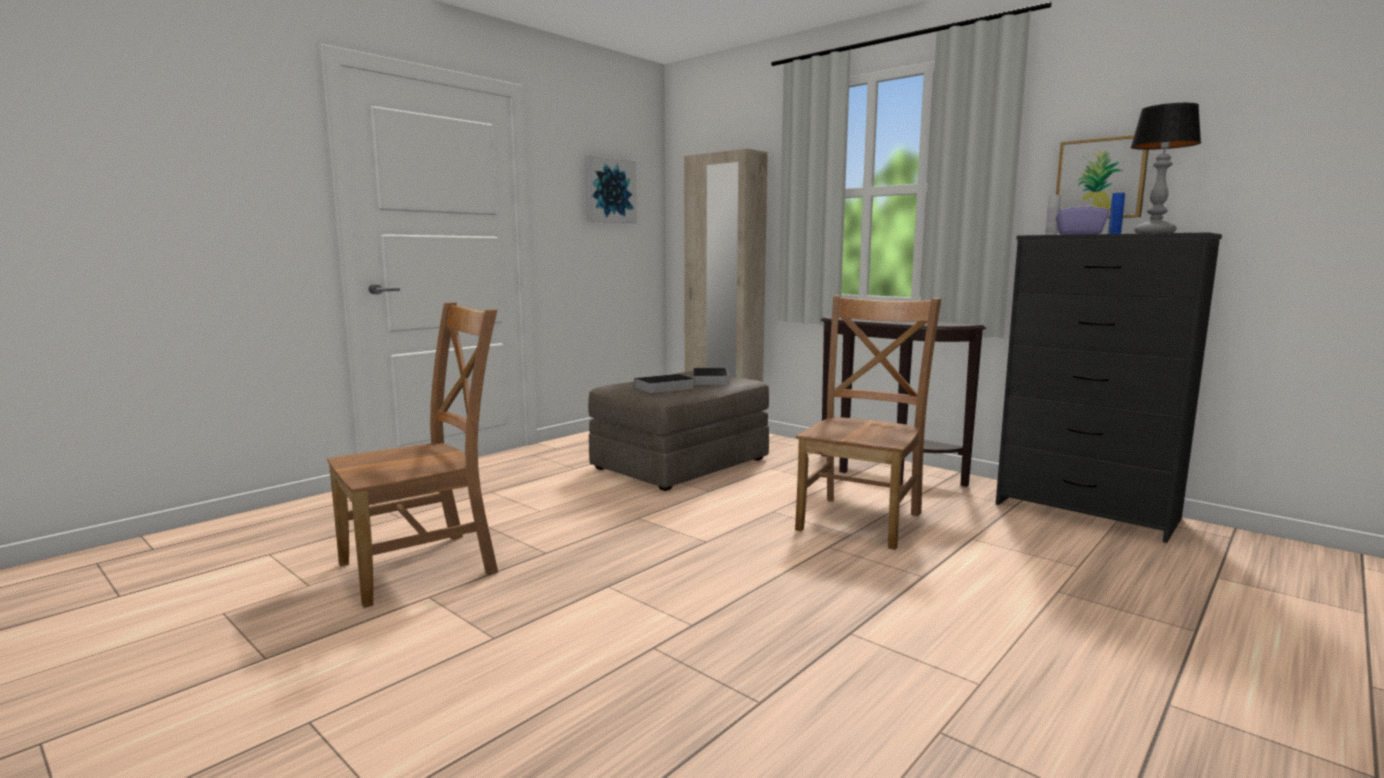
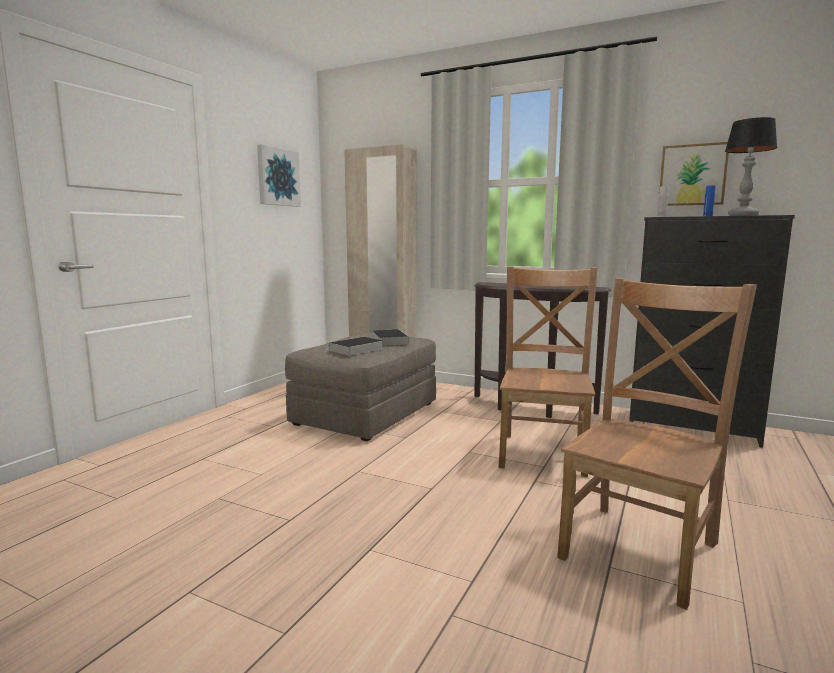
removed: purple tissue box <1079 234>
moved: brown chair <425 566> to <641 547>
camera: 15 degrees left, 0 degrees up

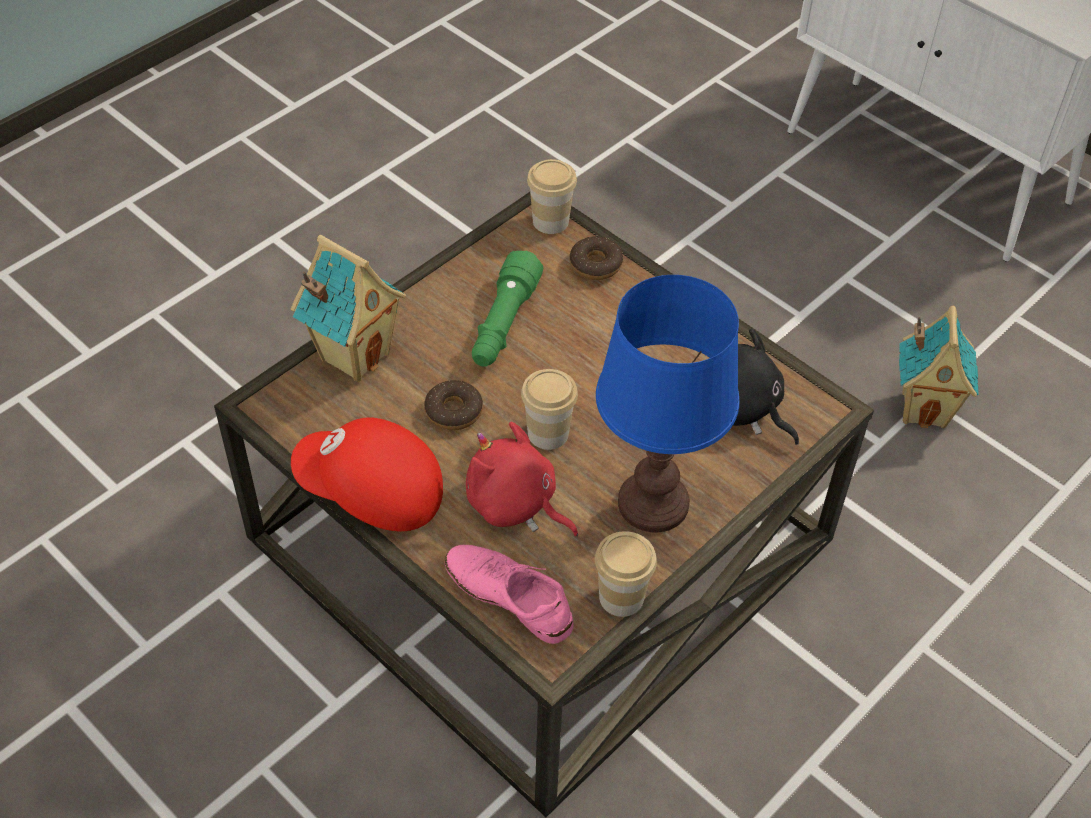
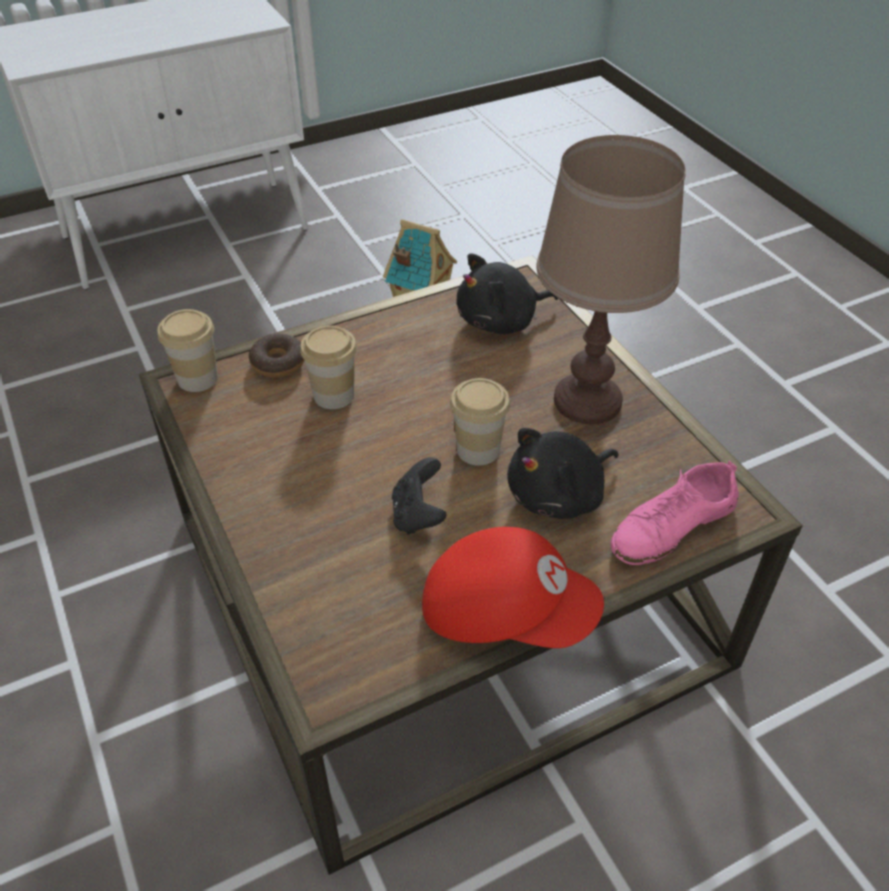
removed: toy house <354 355>; green flashlight <503 324>
moved: cup <621 597> to <334 395>
replaced: donut <454 411> to black game controller <418 515>
recoloured: red plush toy <515 504> to black plush toy <559 495>; blue table lamp <652 503> to brown table lamp <587 401>
turned: red cap <371 493> = <506 611> 105 degrees counterclockwise
camera: 70 degrees left, 5 degrees down

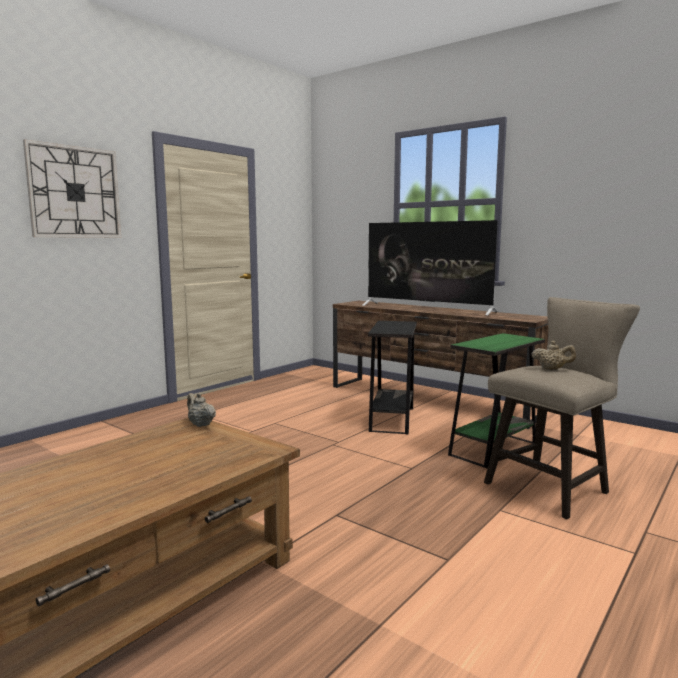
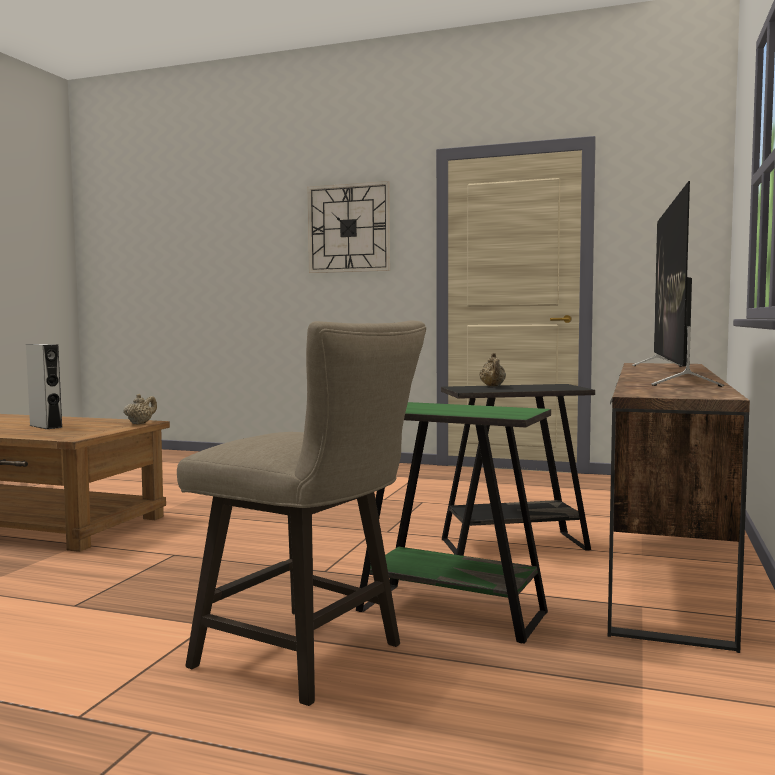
added: grey speaker <46 426>
moved: beige teapot <552 369> to <492 386>
camera: 70 degrees right, 5 degrees down

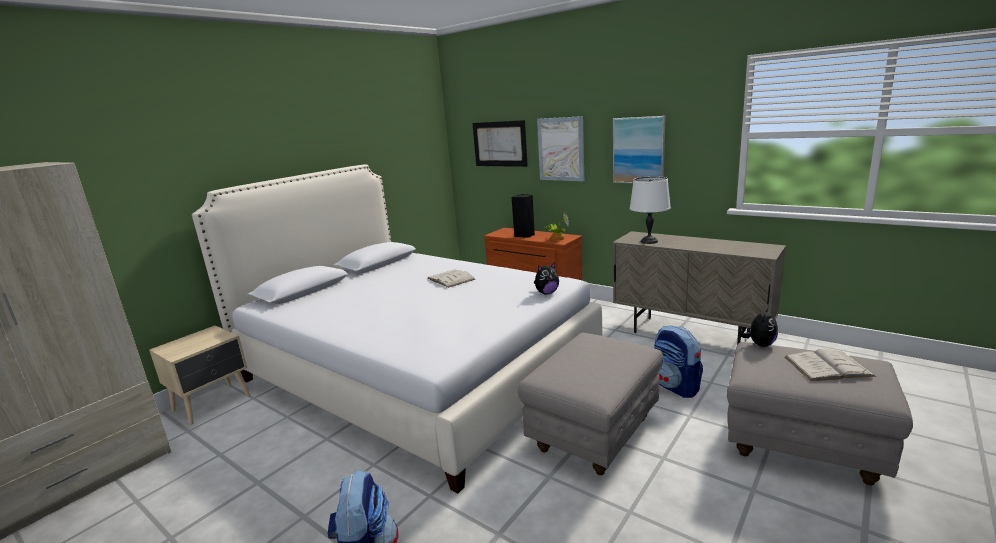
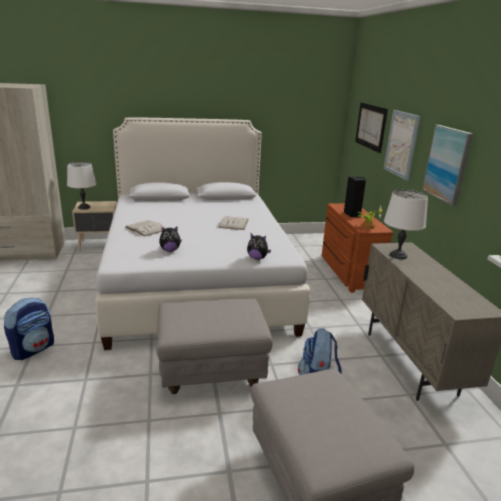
added: white table lamp <84 207>
moved: white book <827 366> to <146 228>; plush toy <760 344> to <170 250>
camera: 40 degrees right, 5 degrees up

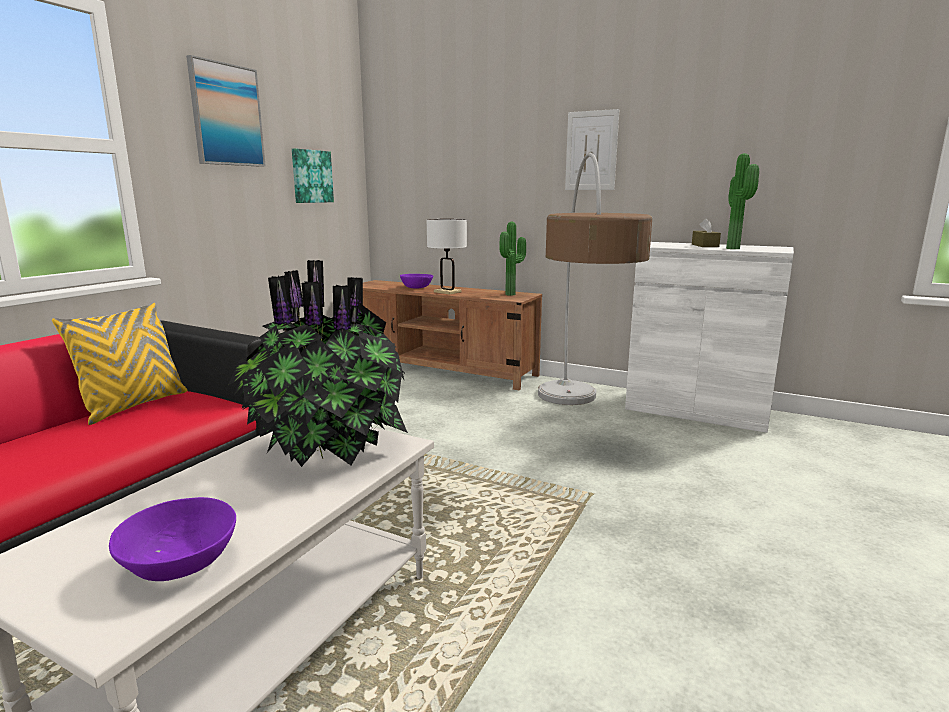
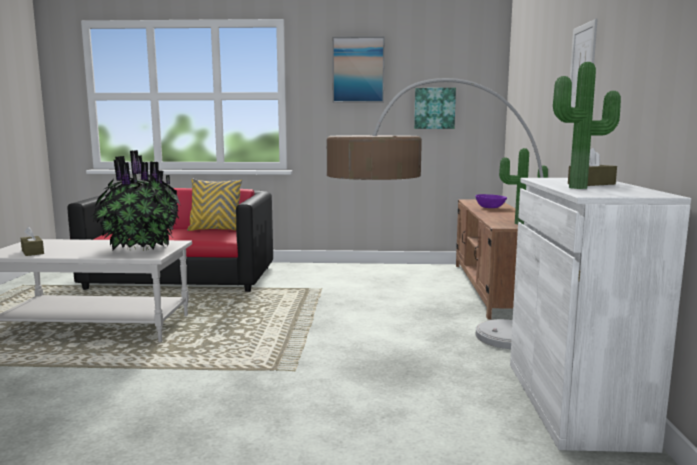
removed: white table lamp <447 292>
replaced: purple bowl <181 564> to brown tissue box <32 252>
camera: 65 degrees right, 5 degrees down

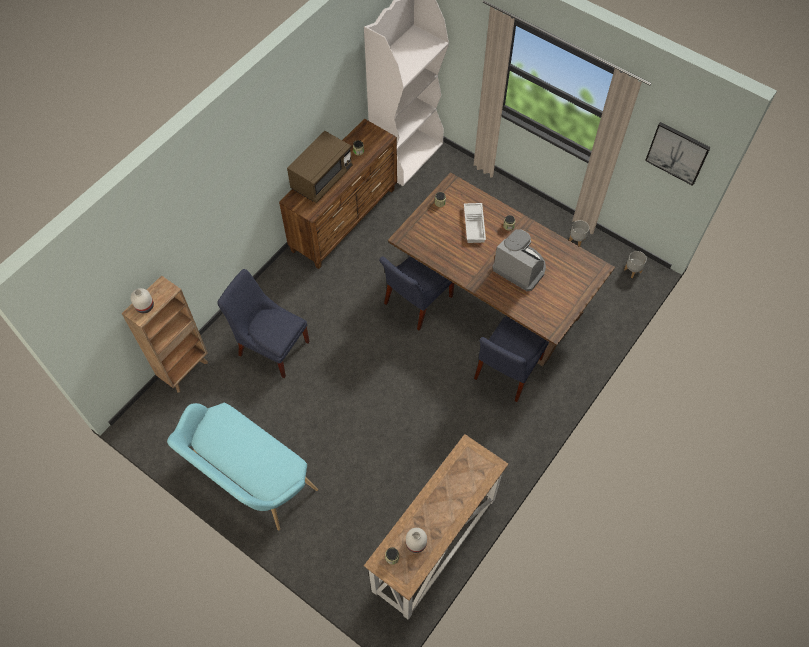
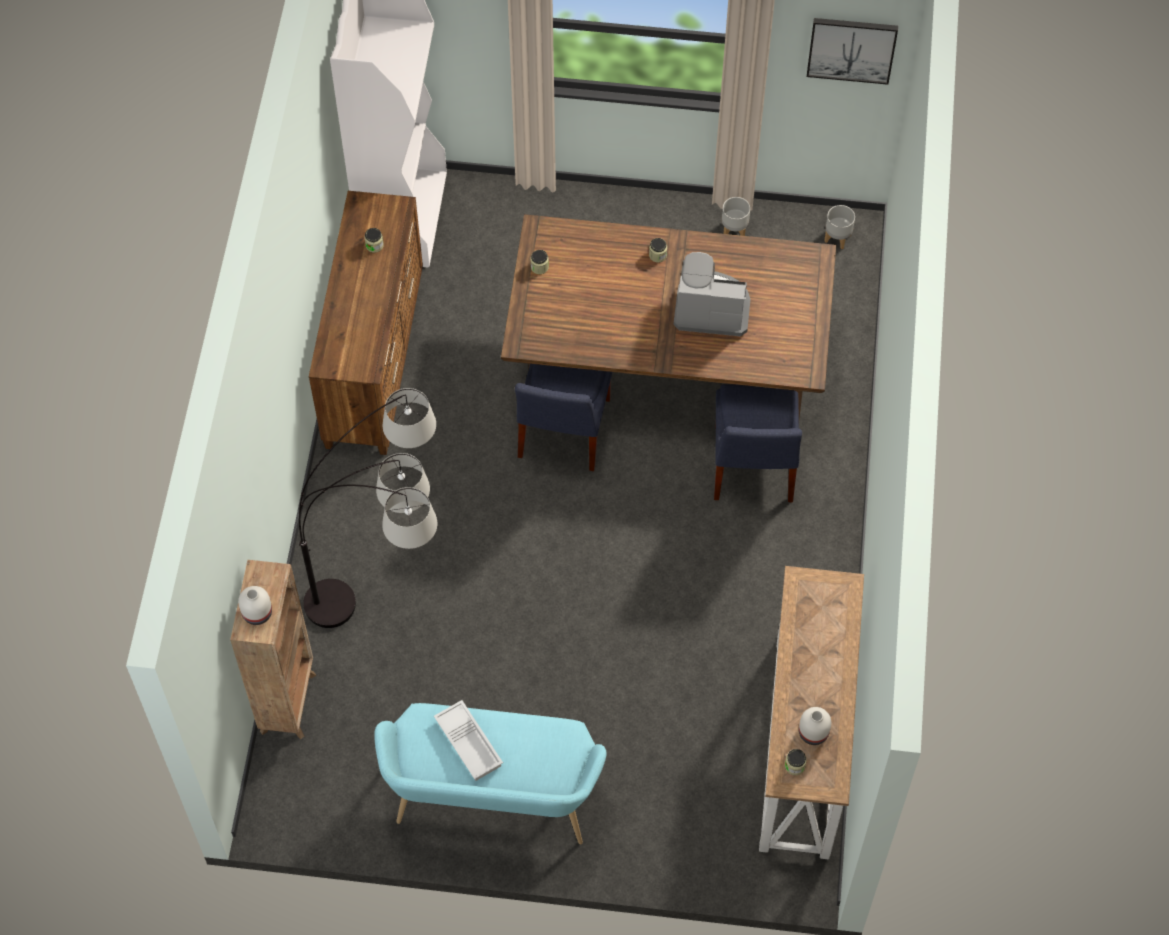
removed: brown microwave <322 178>
moved: white tray <475 225> to <470 743>
replaced: blue chair <271 346> to floor lamp <394 602>
camera: 30 degrees left, 0 degrees up

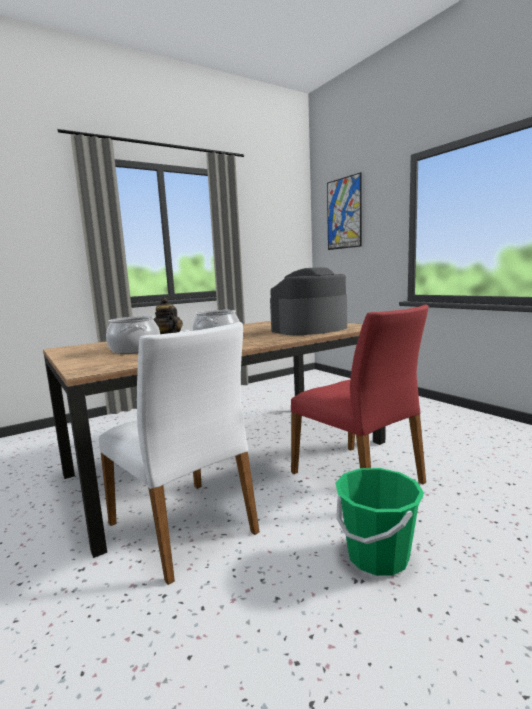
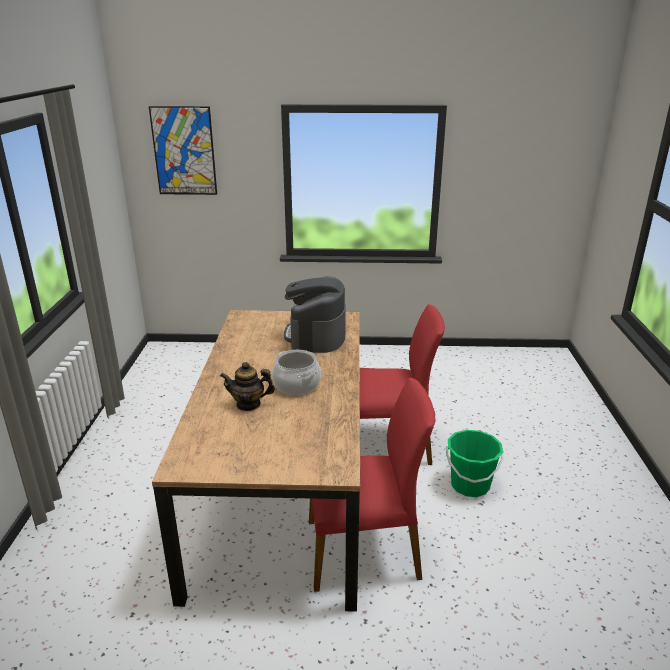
removed: cooking pot <135 349>
recoloured: white chair <185 527> to red chair <364 550>
camera: 55 degrees left, 15 degrees up

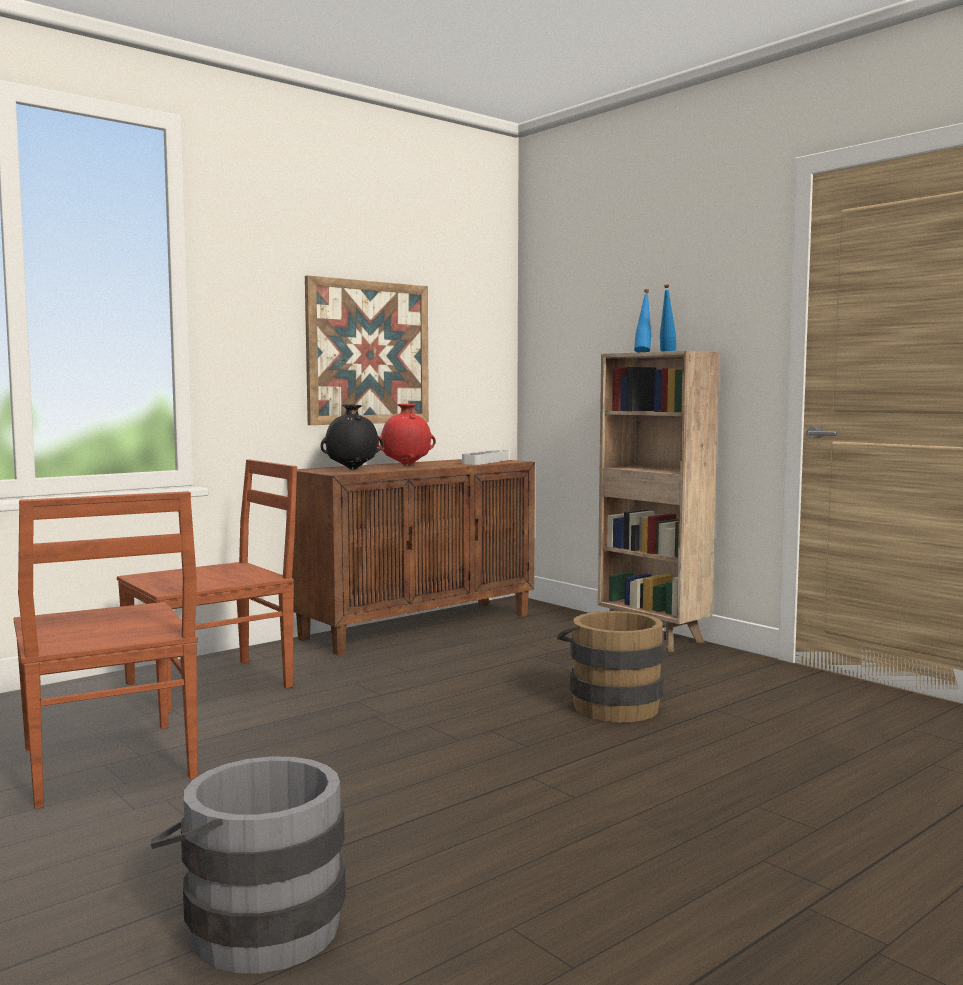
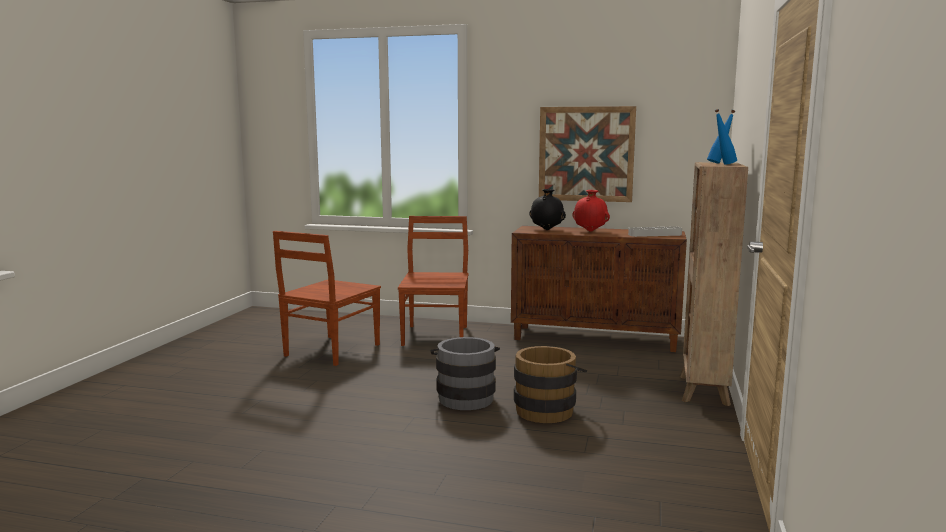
moved: grey bucket <253 926> to <465 397>
turned: brown chair <213 684> = <436 335> 105 degrees counterclockwise
camera: 55 degrees right, 5 degrees up

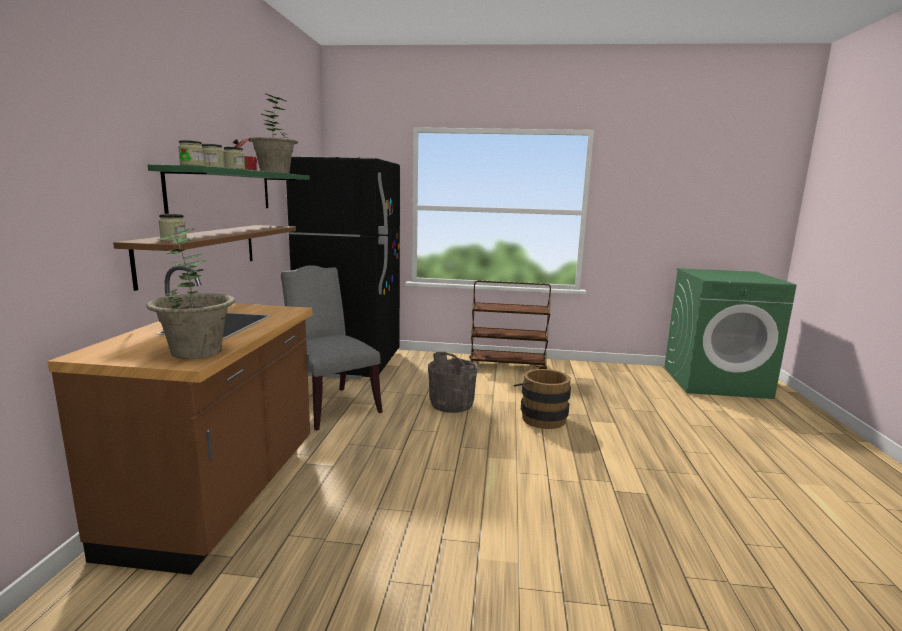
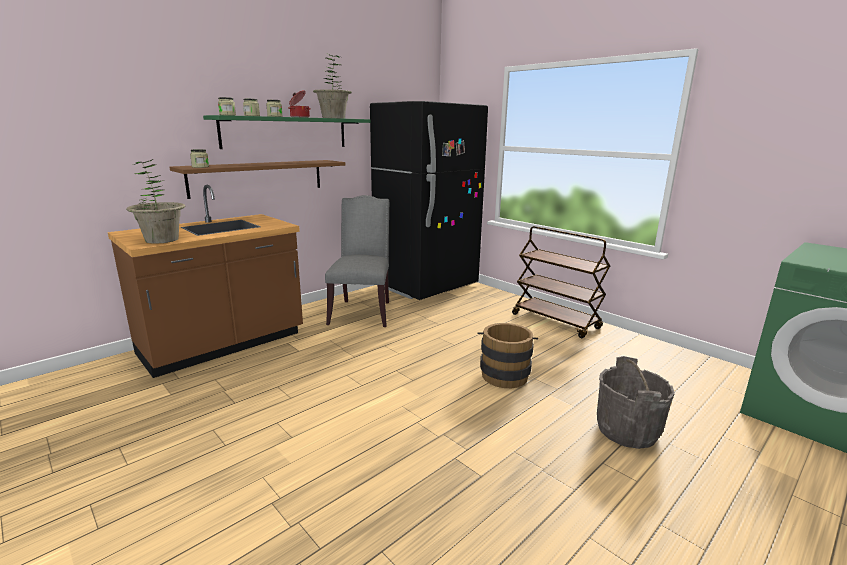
moved: grey bucket <451 404> to <627 430>
camera: 40 degrees right, 5 degrees up

